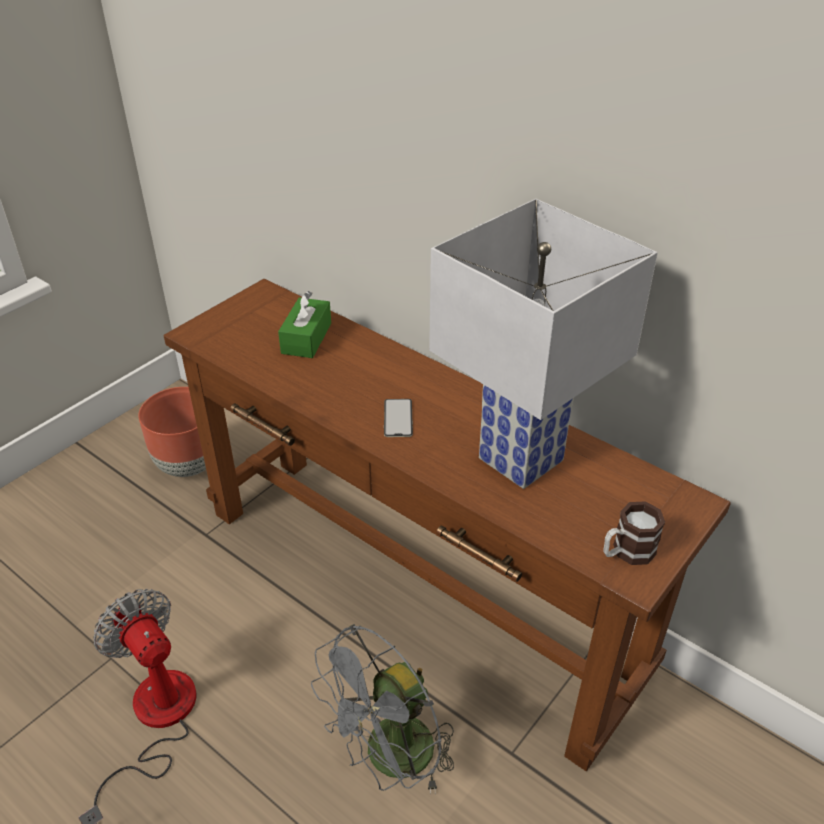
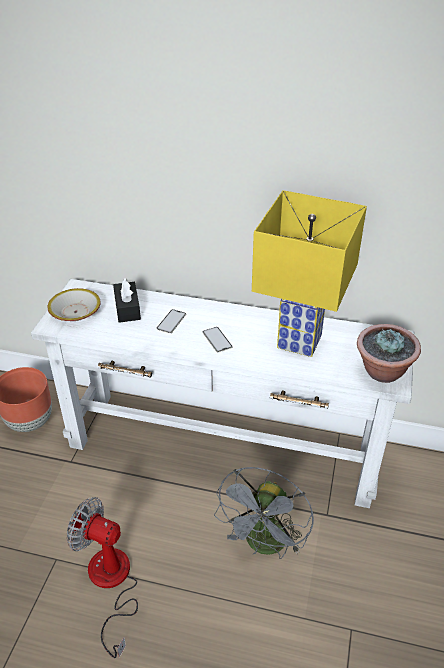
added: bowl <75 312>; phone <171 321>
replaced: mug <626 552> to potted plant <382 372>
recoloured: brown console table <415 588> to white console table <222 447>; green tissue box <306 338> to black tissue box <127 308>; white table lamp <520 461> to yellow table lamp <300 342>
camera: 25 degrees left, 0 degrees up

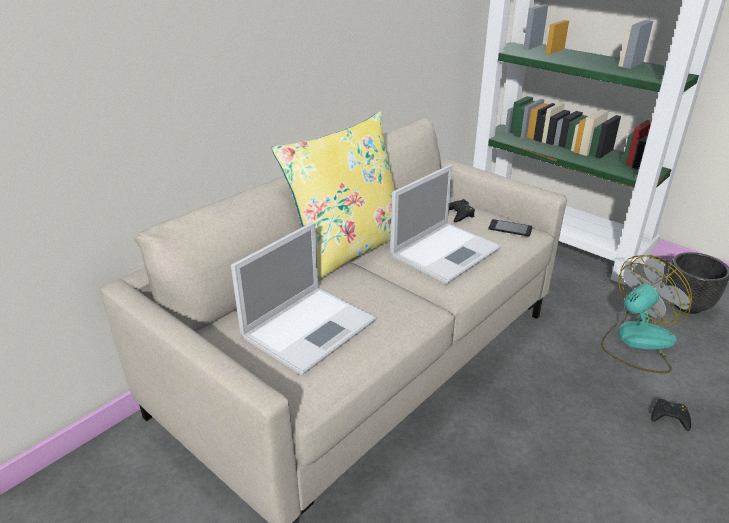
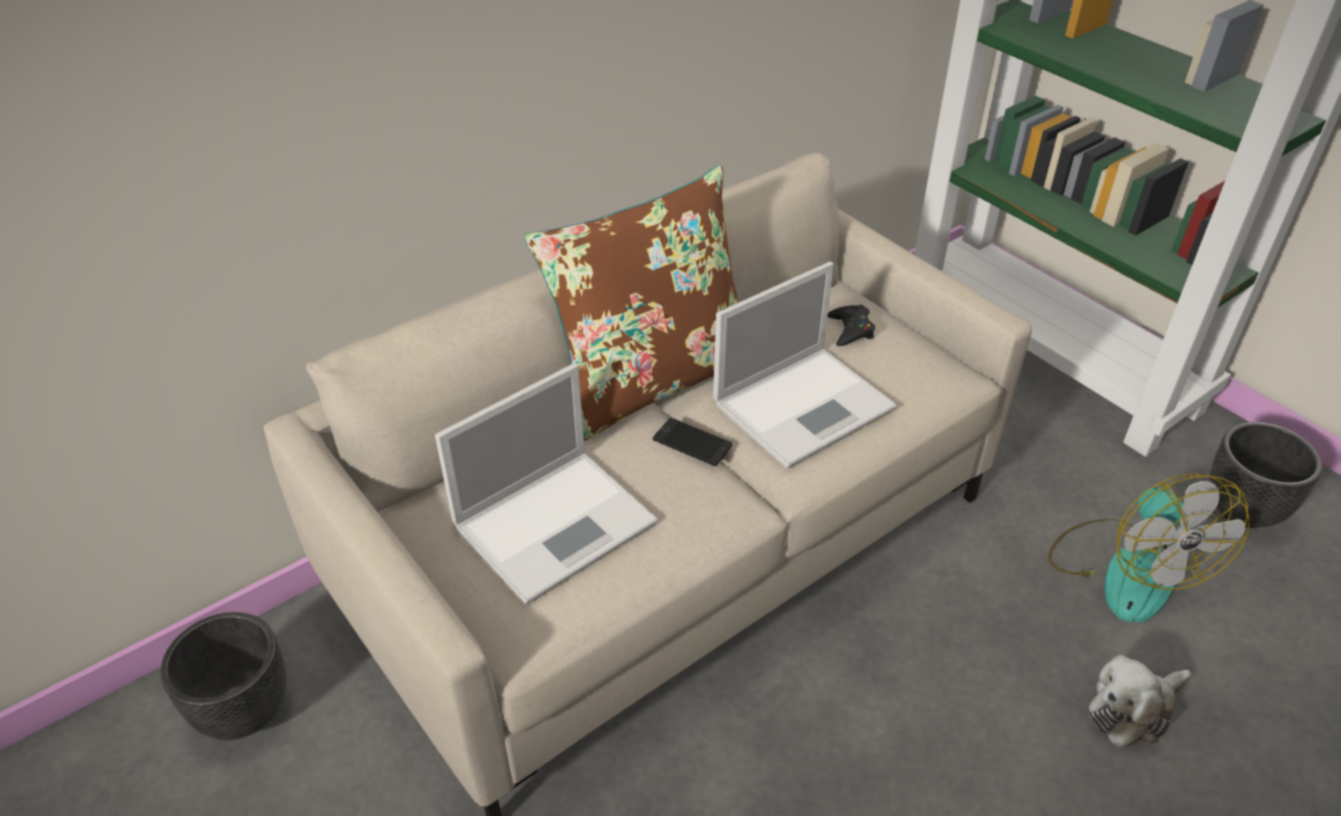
added: black planter <245 712>
moved: phone <510 228> to <692 442>
replaced: black game controller <669 417> to plush toy <1132 710>
recoloured: yellow pillow <348 249> to brown pillow <651 380>
turned: fan <637 342> = <1126 569> 105 degrees clockwise
camera: 10 degrees right, 10 degrees up

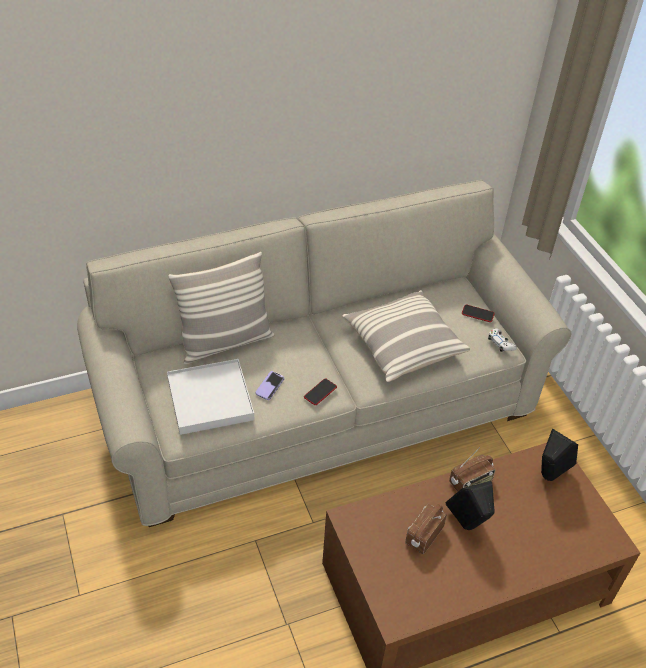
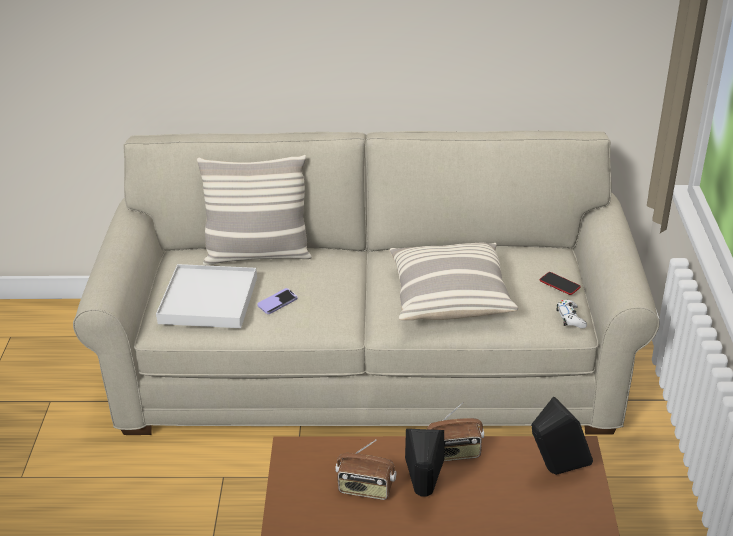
removed: phone <320 392>
turned: radio <423 536> = <365 489> 135 degrees counterclockwise
camera: 25 degrees right, 10 degrees down

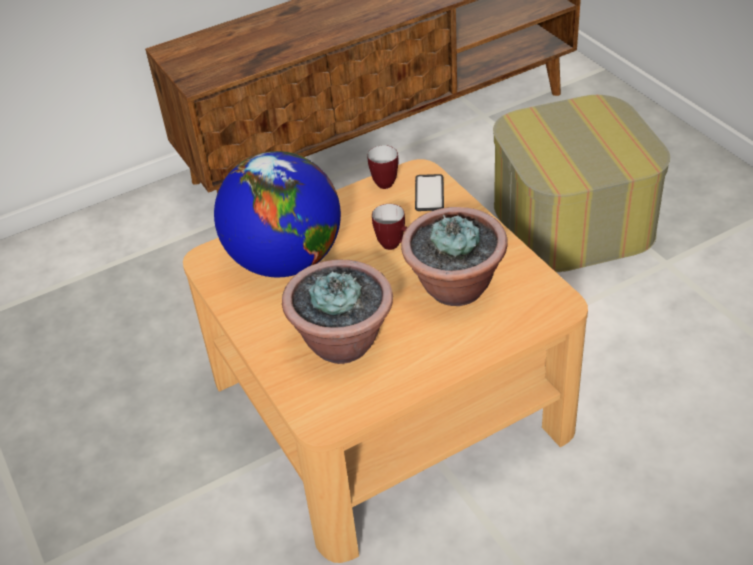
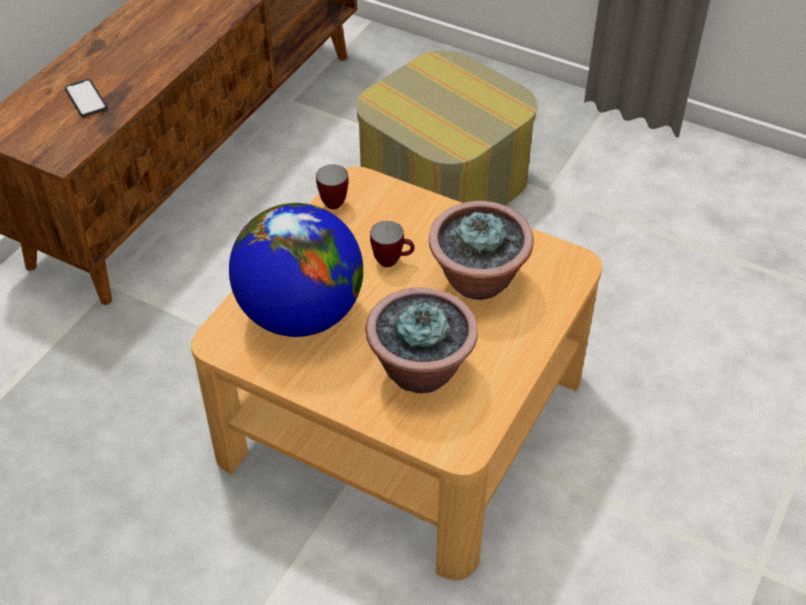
moved: phone <429 193> to <86 99>
camera: 35 degrees left, 5 degrees up

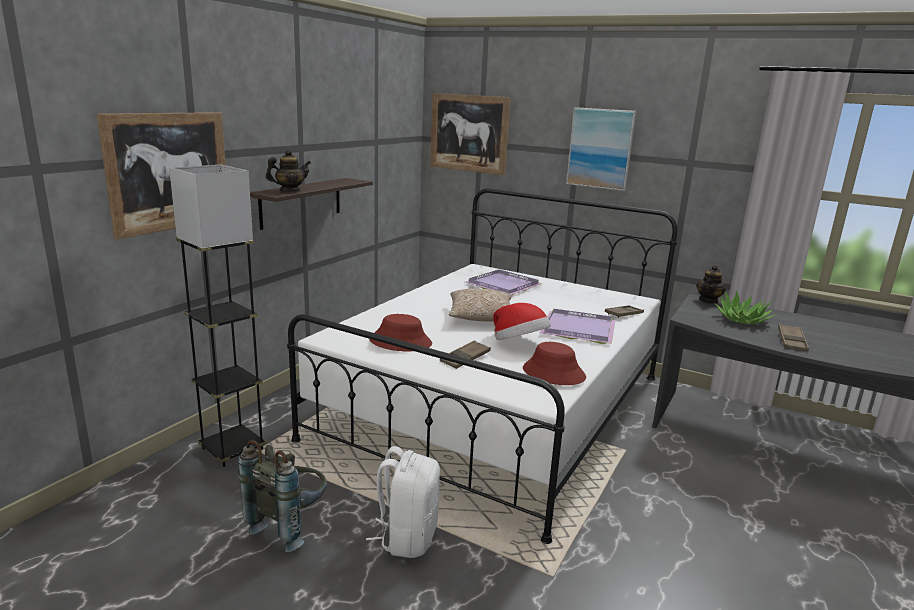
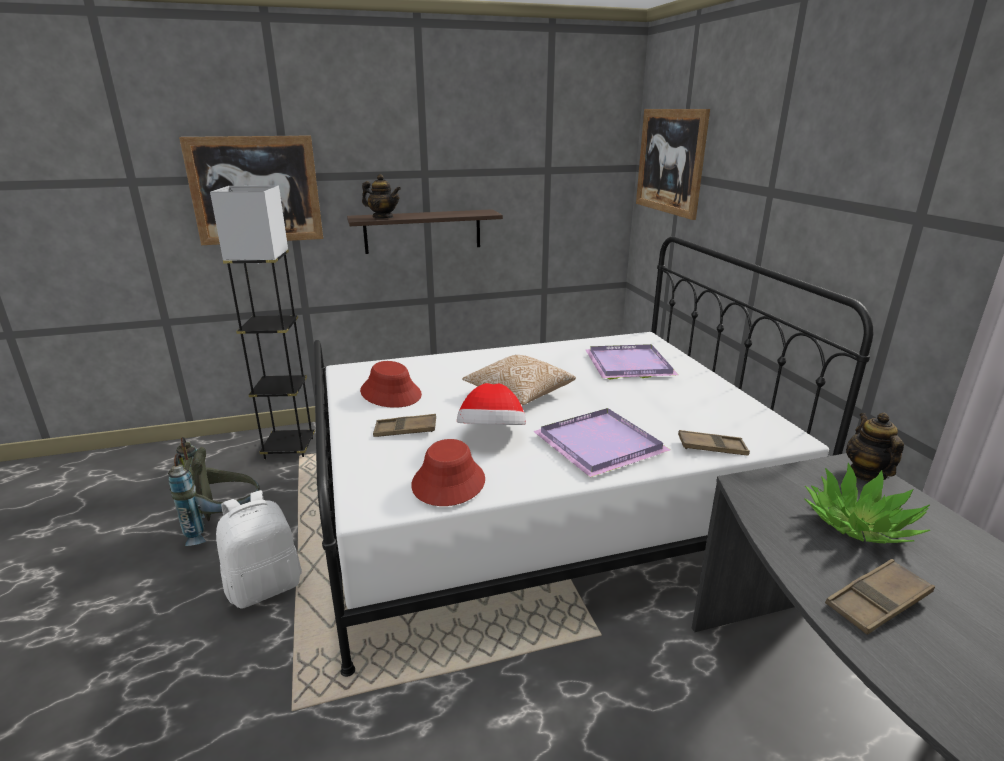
removed: picture <600 148>
turned: teapot <708 300> = <867 473> 105 degrees clockwise
camera: 45 degrees right, 5 degrees up

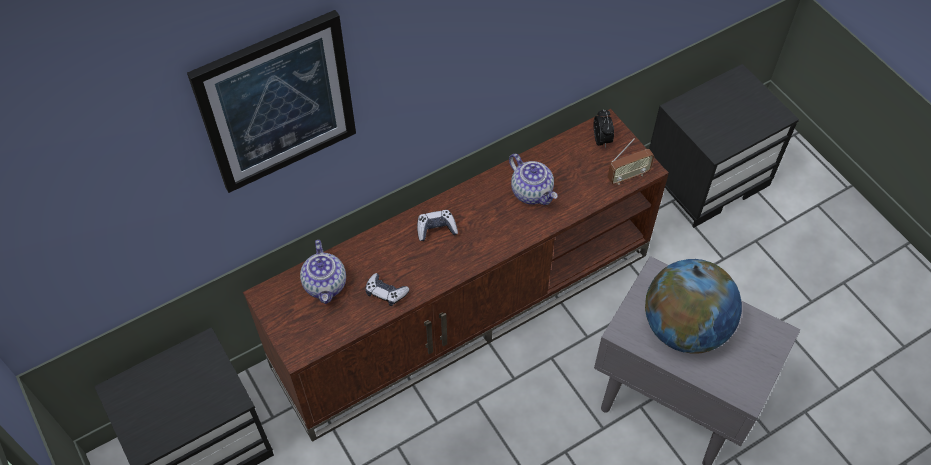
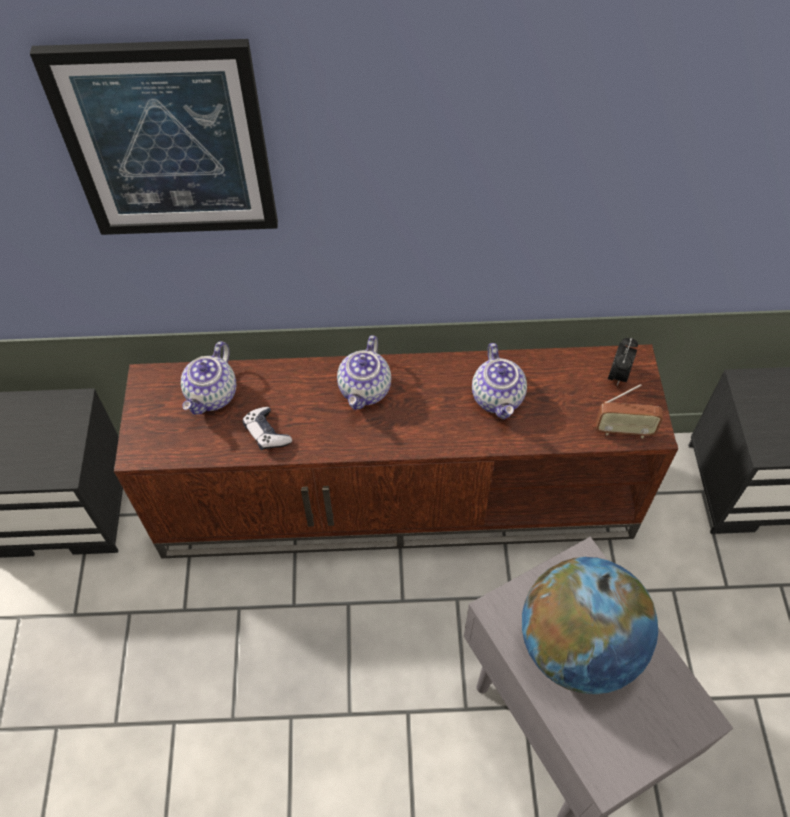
replaced: game controller <436 229> to teapot <365 390>
camera: 30 degrees right, 0 degrees up

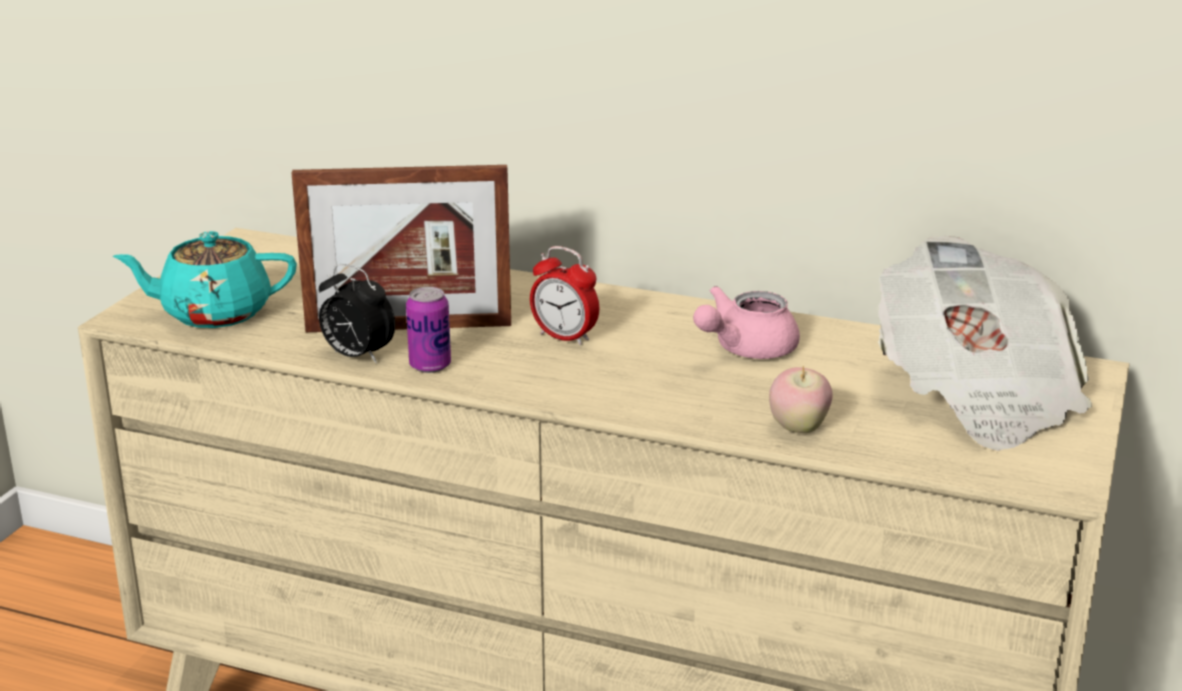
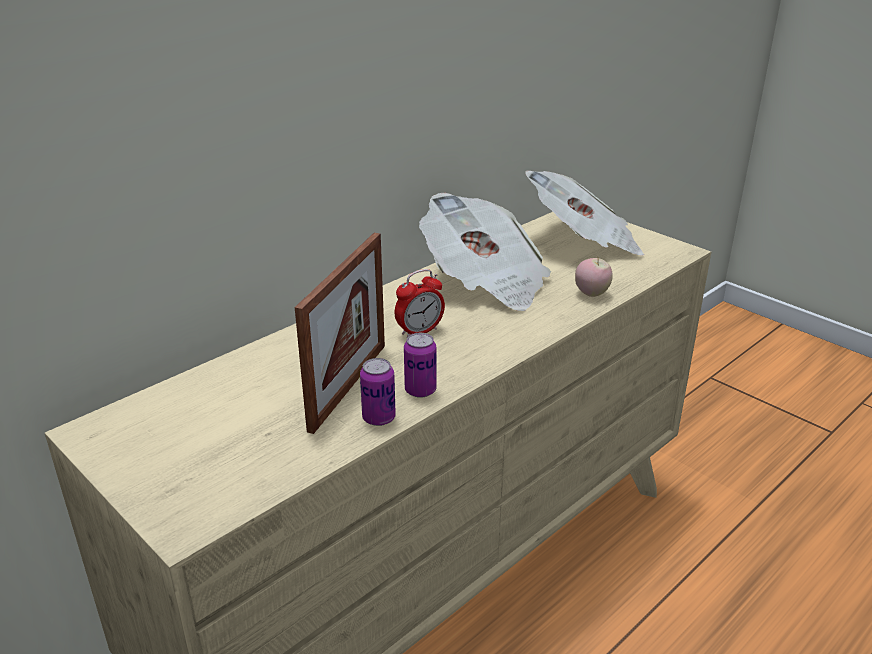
removed: turquoise teapot <214 313>
replaced: alarm clock <357 356> to can <379 418>; pink teapot <745 349> to newspaper <485 282>
camera: 65 degrees left, 5 degrees up

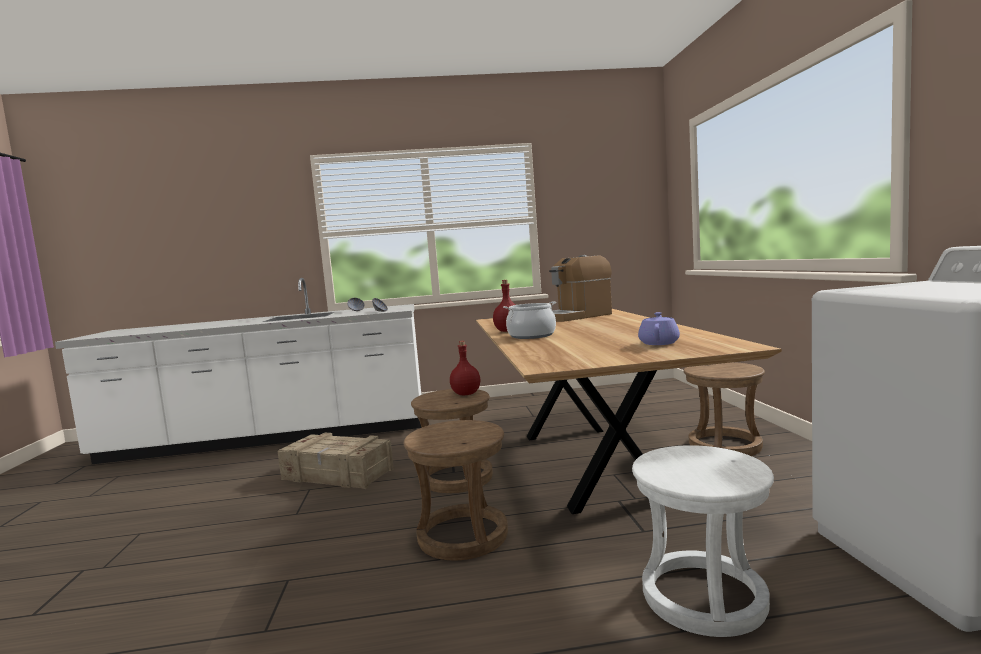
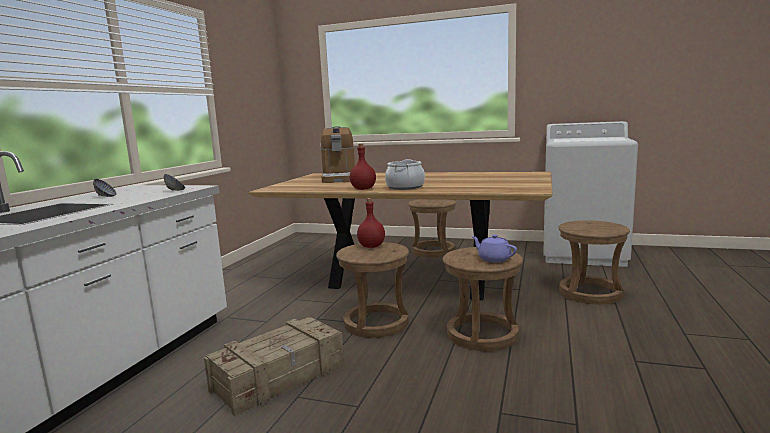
moved: purple teapot <659 343> to <493 259>
recoloured: white stool <703 597> to brown stool <590 293>
camera: 65 degrees left, 5 degrees up

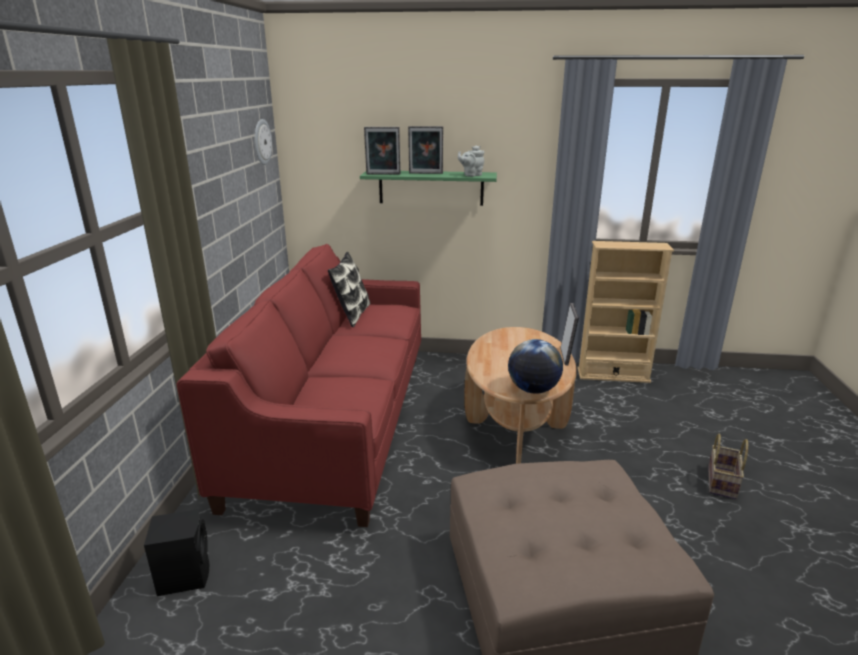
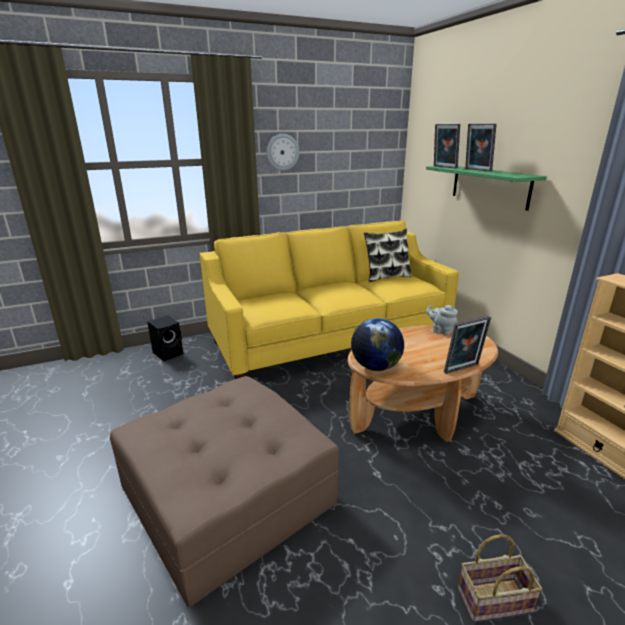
moved: wall clock <261 142> to <282 152>; grey teapot <471 175> to <441 331>
recoloured: red sofa <336 420> to yellow sofa <330 341>
camera: 60 degrees right, 0 degrees up

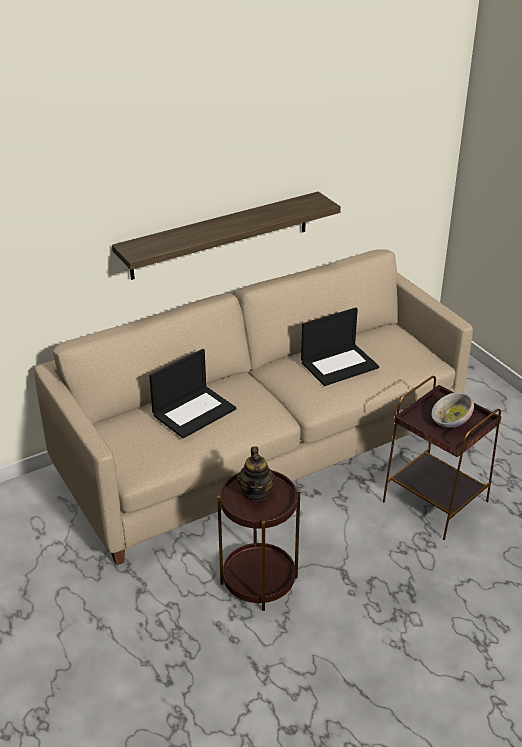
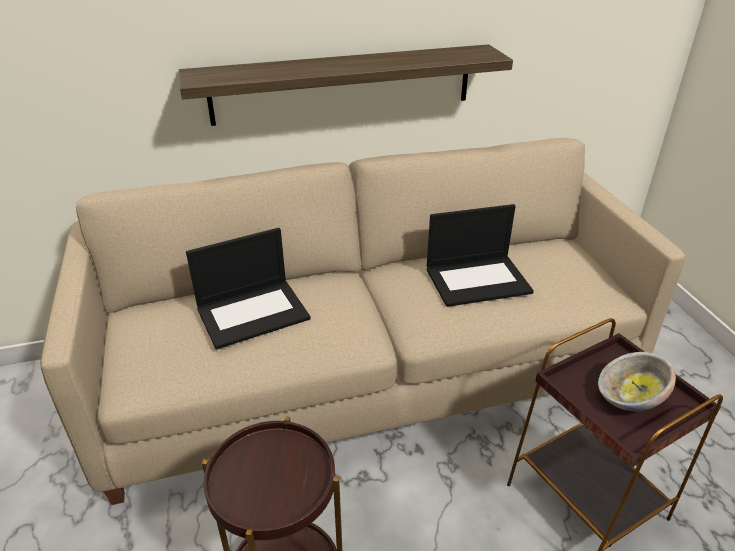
removed: teapot <256 492>
camera: 15 degrees right, 0 degrees up

